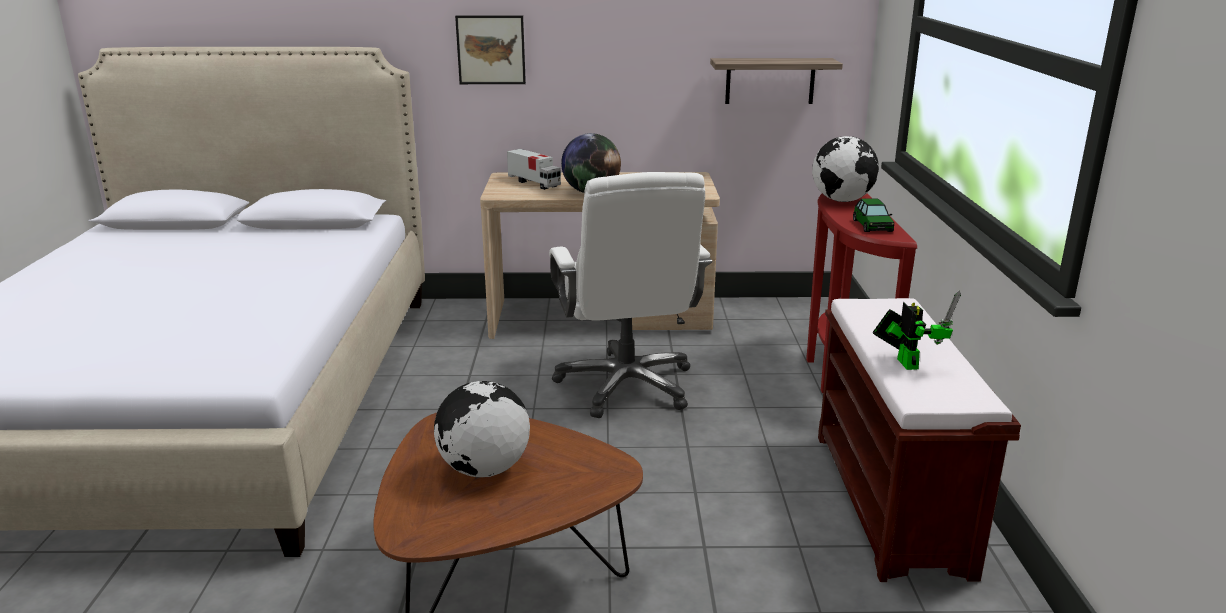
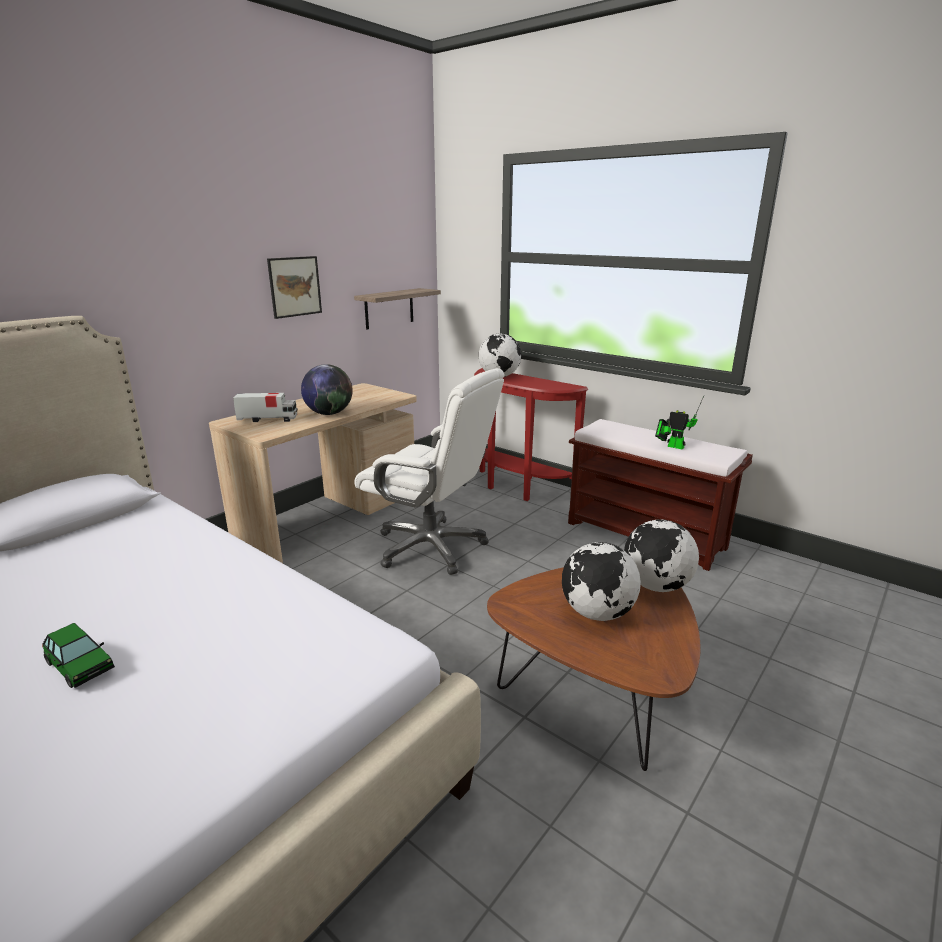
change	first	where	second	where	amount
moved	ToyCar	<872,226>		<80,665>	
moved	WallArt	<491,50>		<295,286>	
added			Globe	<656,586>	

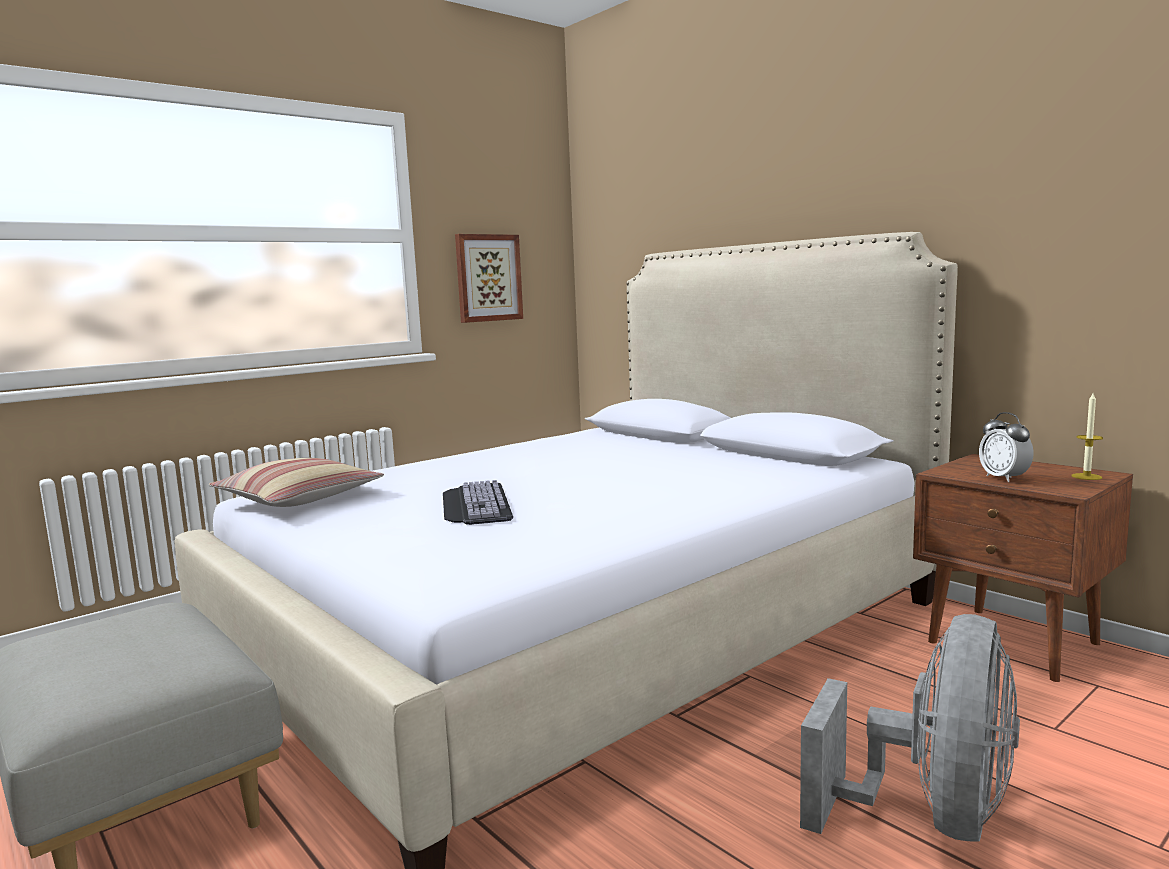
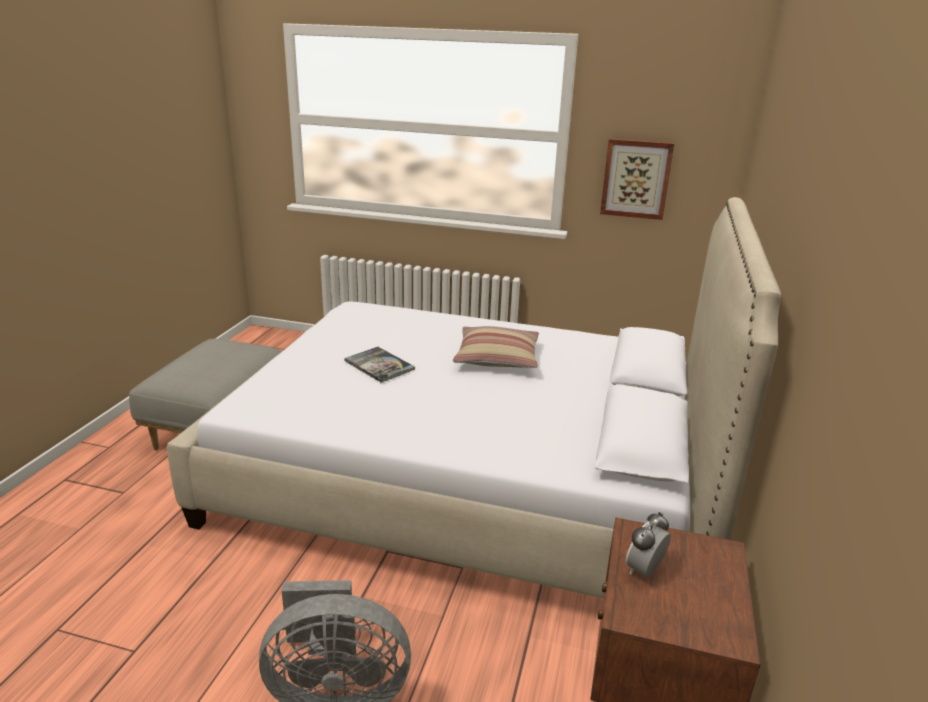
change	first	where	second	where	amount
replaced	PcKeyboard	<474,504>	BoundBook	<379,365>	
moved	ThrowPillow	<298,499>		<497,357>	
removed	Candle	<1086,476>			

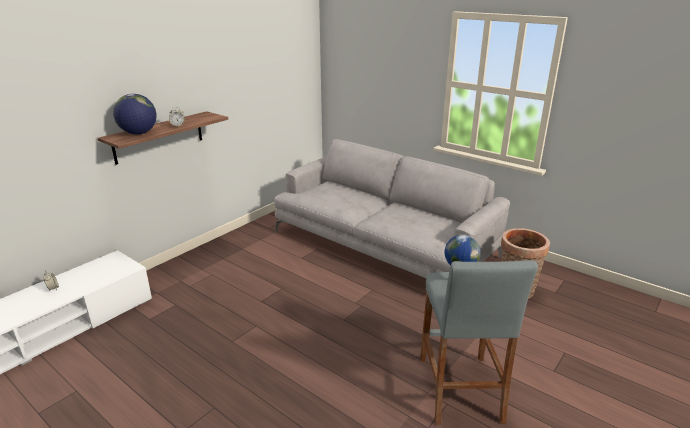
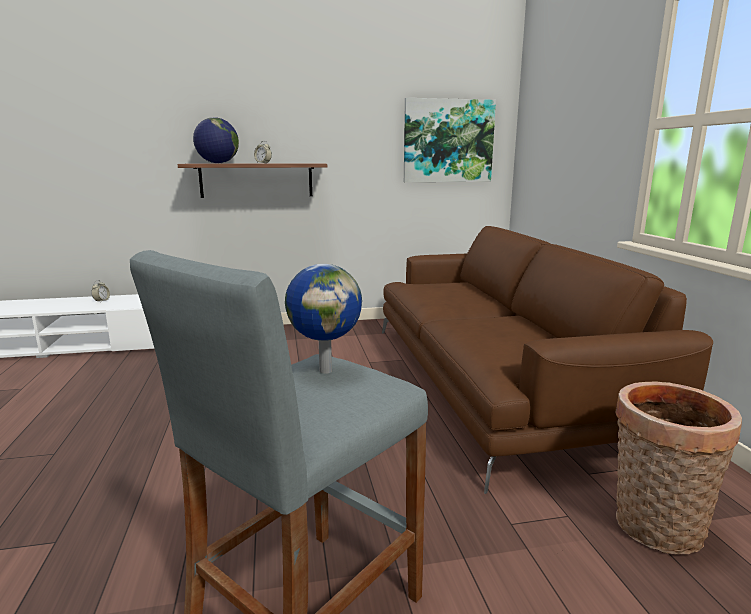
change	first	where	second	where	amount
recoloured	GreyishSettee	<383,244>	BrownishSettee	<495,381>	
added			WallArt	<448,141>	

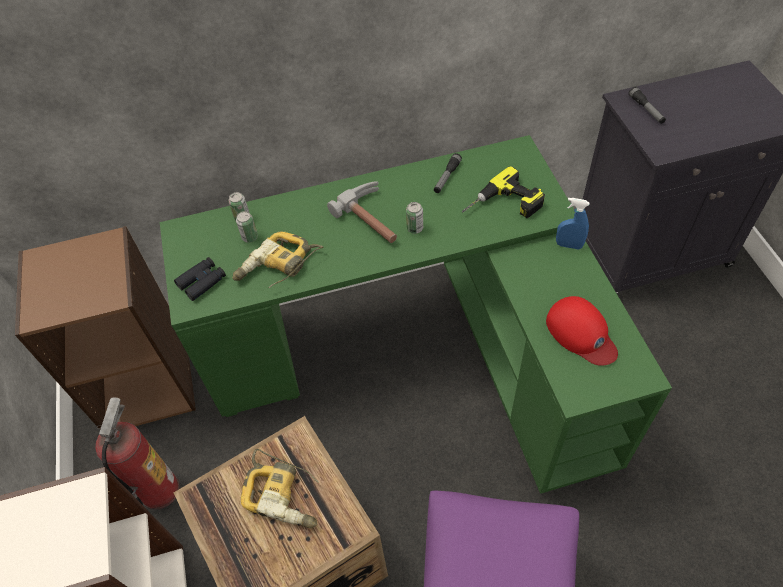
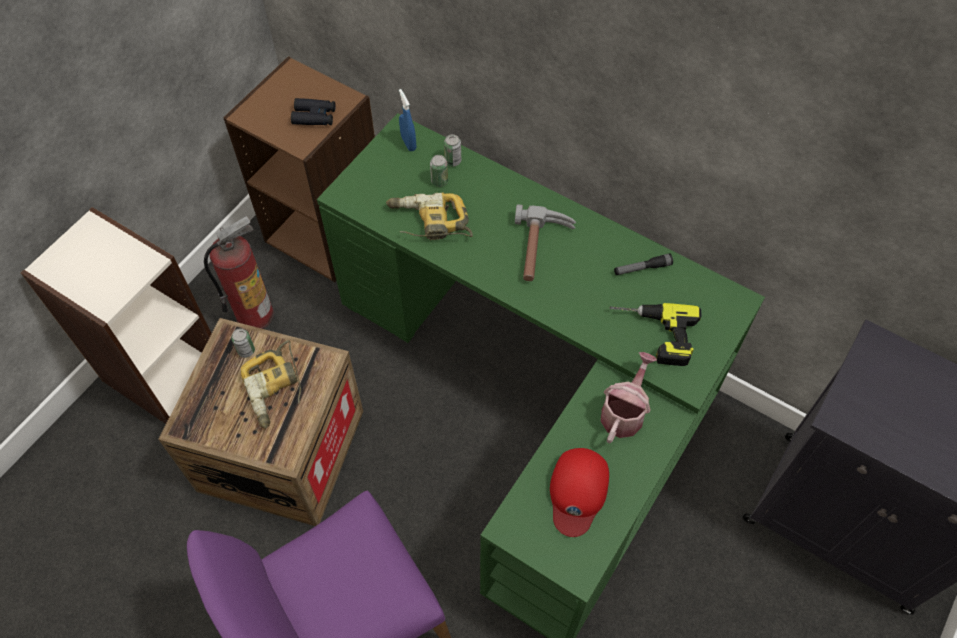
change	first	where	second	where	amount
moved	SealedCan	<415,228>		<246,351>	
moved	BlackishBinoculars	<202,282>		<314,116>	
moved	BlueSprayBottle	<569,245>		<408,143>	
added			WateringCan	<624,412>	
removed	HandTorch	<646,109>			

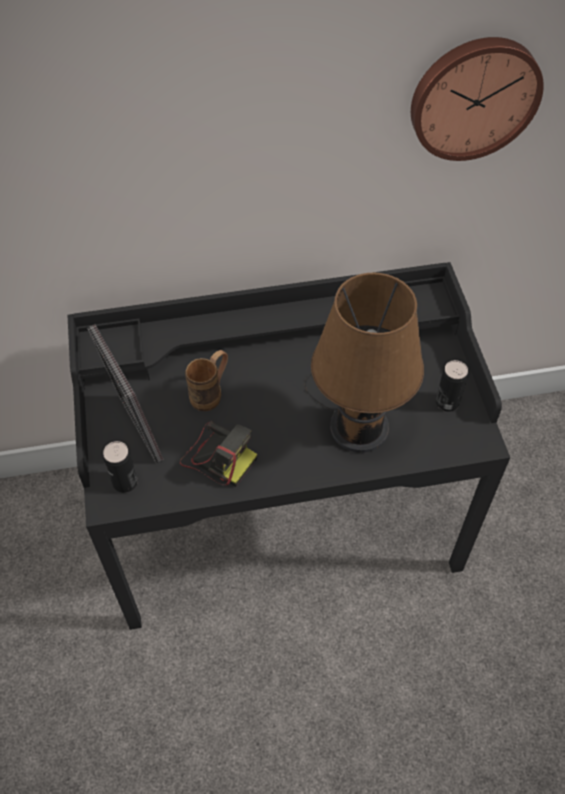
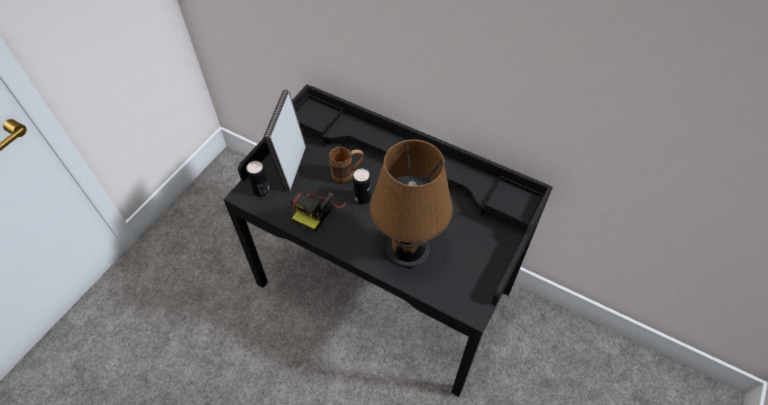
change	first	where	second	where	amount
turned	StillCamera	<218,456>		<317,210>	45 degrees clockwise
moved	SealedCan	<447,402>		<362,198>	
removed	ClockOnTheWall	<473,97>			

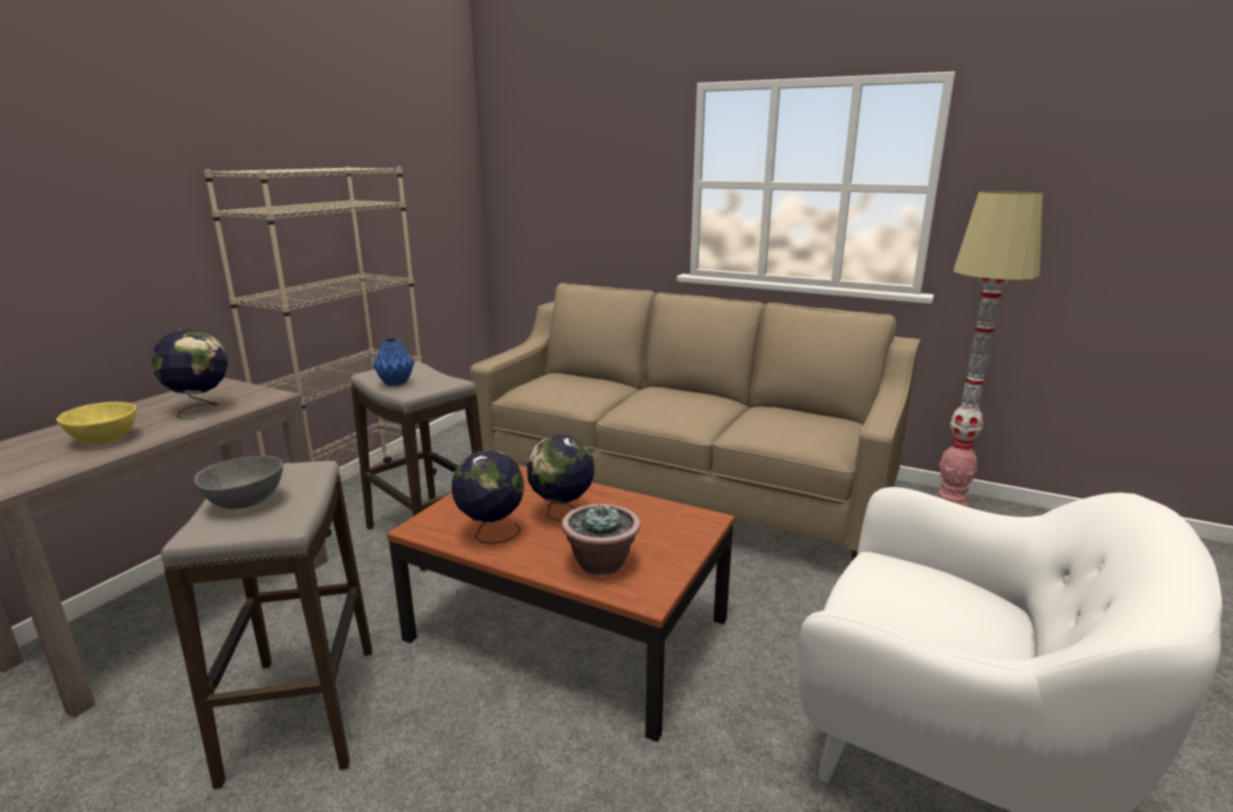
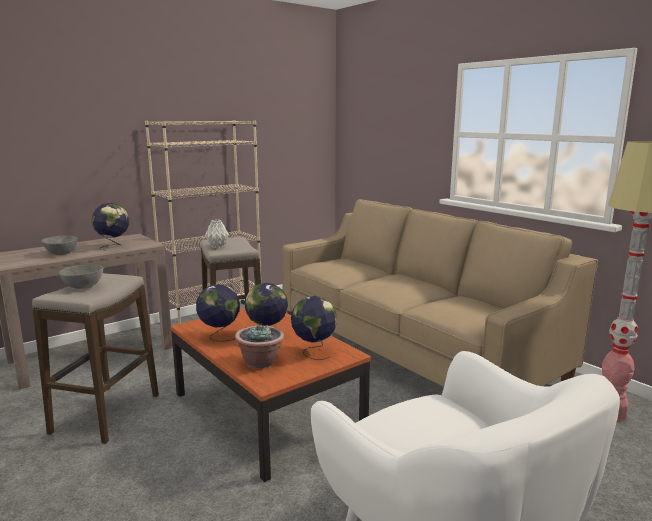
change	first	where	second	where	amount
recoloured	YellowColouredServingBowl	<104,439>	GreyishServingBowl	<61,253>	
recoloured	BlueVase	<395,383>	GreyishVase	<217,246>	
added			Globe	<314,352>	

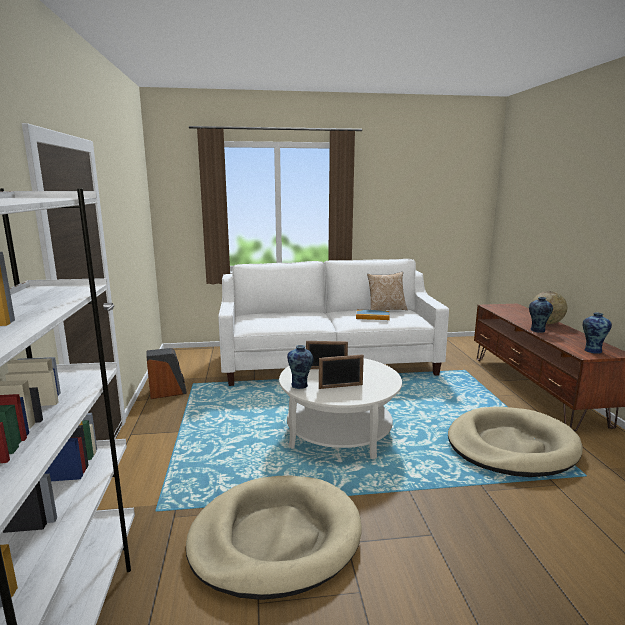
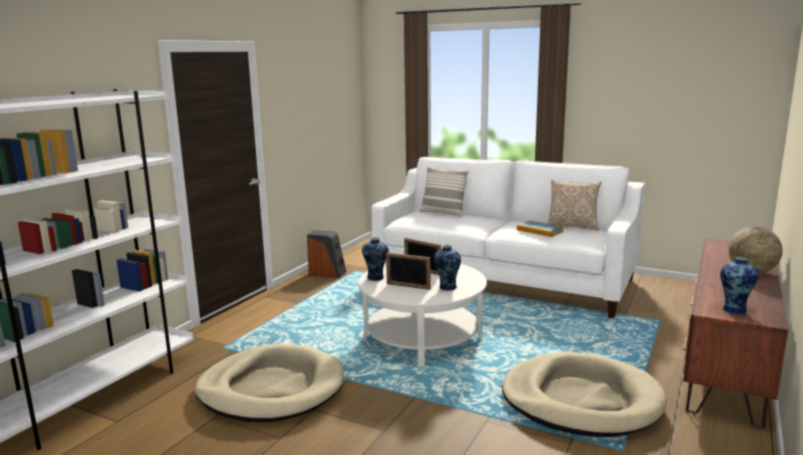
change	first	where	second	where	amount
added			ThrowPillow	<443,213>	
moved	Vase	<537,330>		<447,287>	

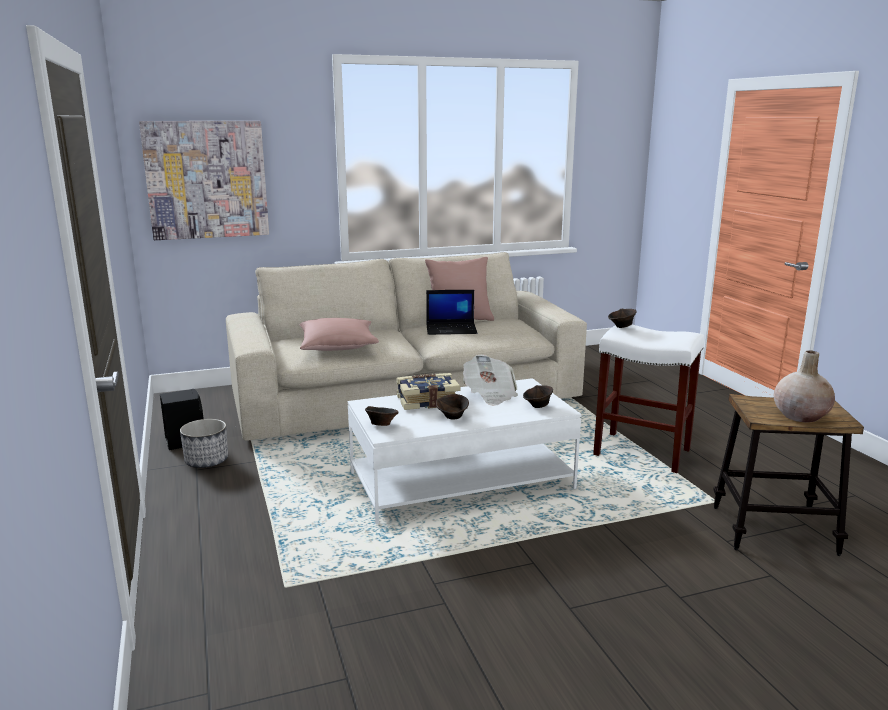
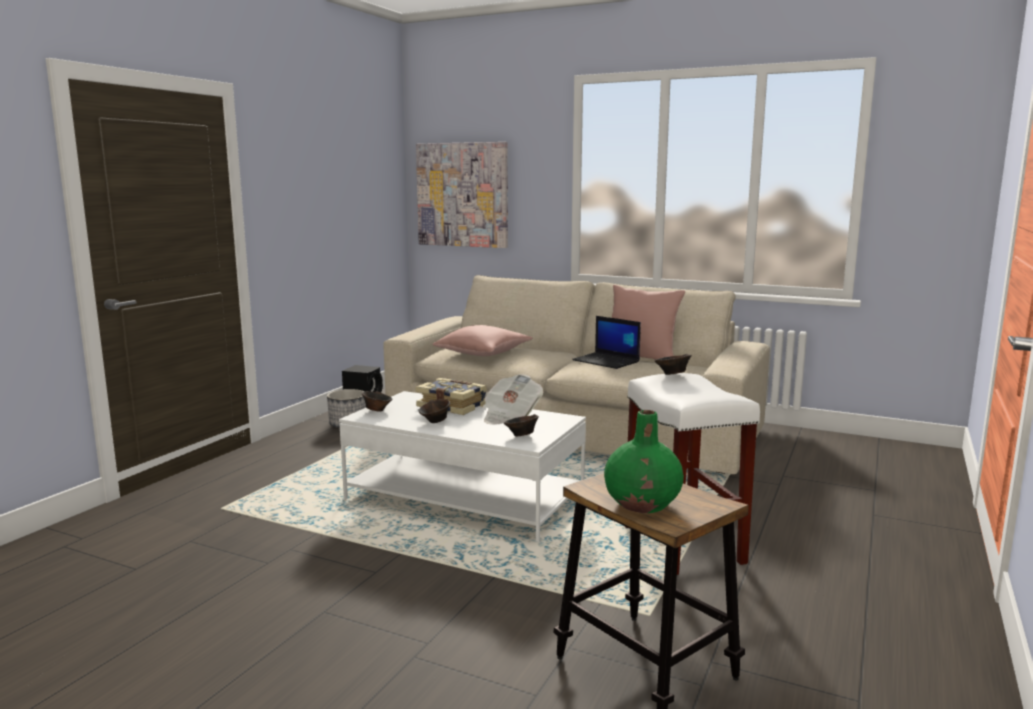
change	first	where	second	where	amount
recoloured	BeigeVase	<800,416>	GreenVase	<643,503>	

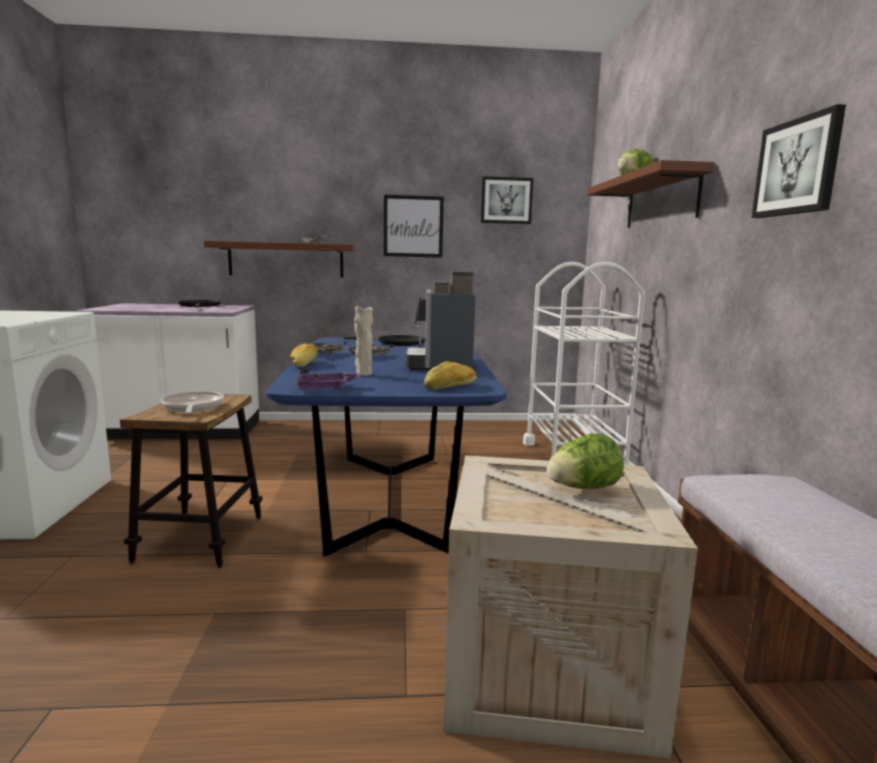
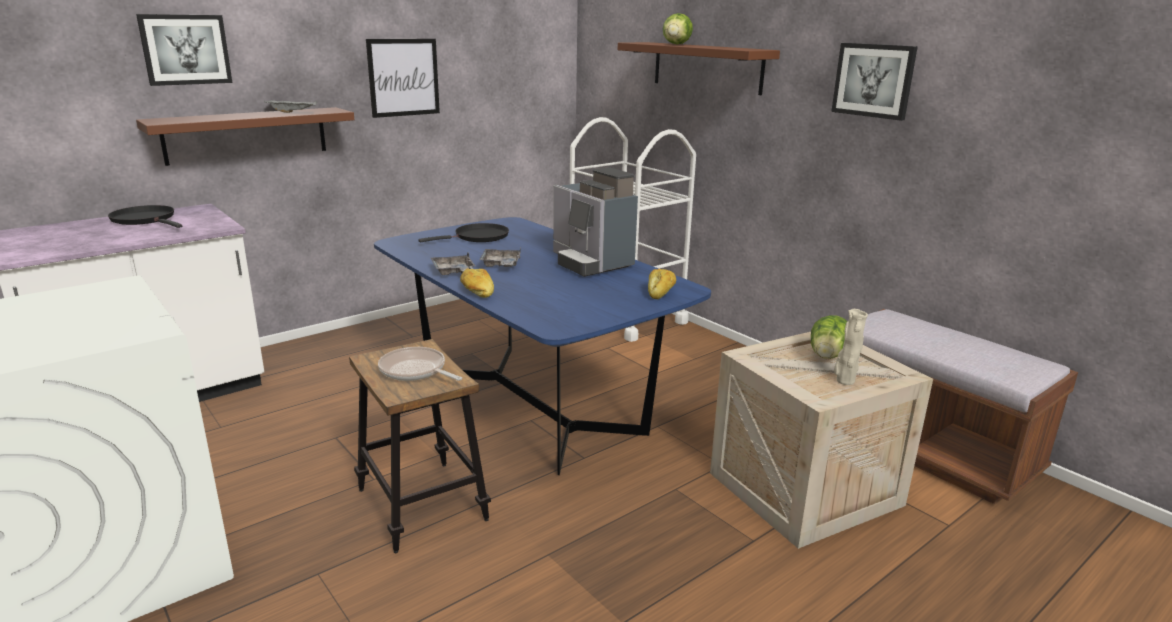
change	first	where	second	where	amount
moved	WallArt	<506,200>		<185,49>	
moved	BeigeVase	<363,374>		<844,381>	
removed	PurplishTray	<325,389>			

